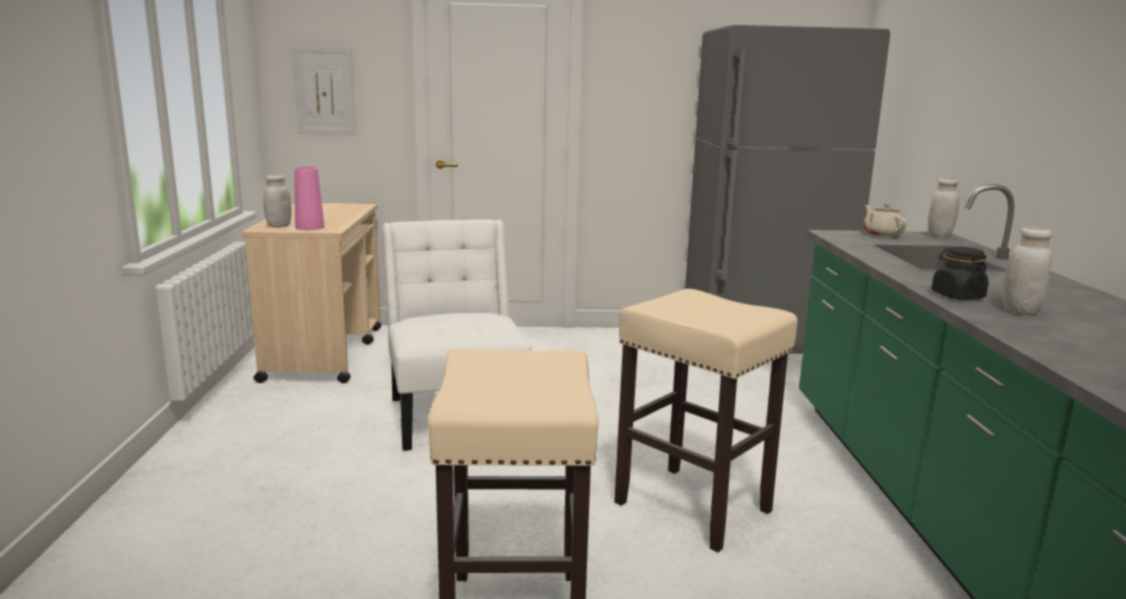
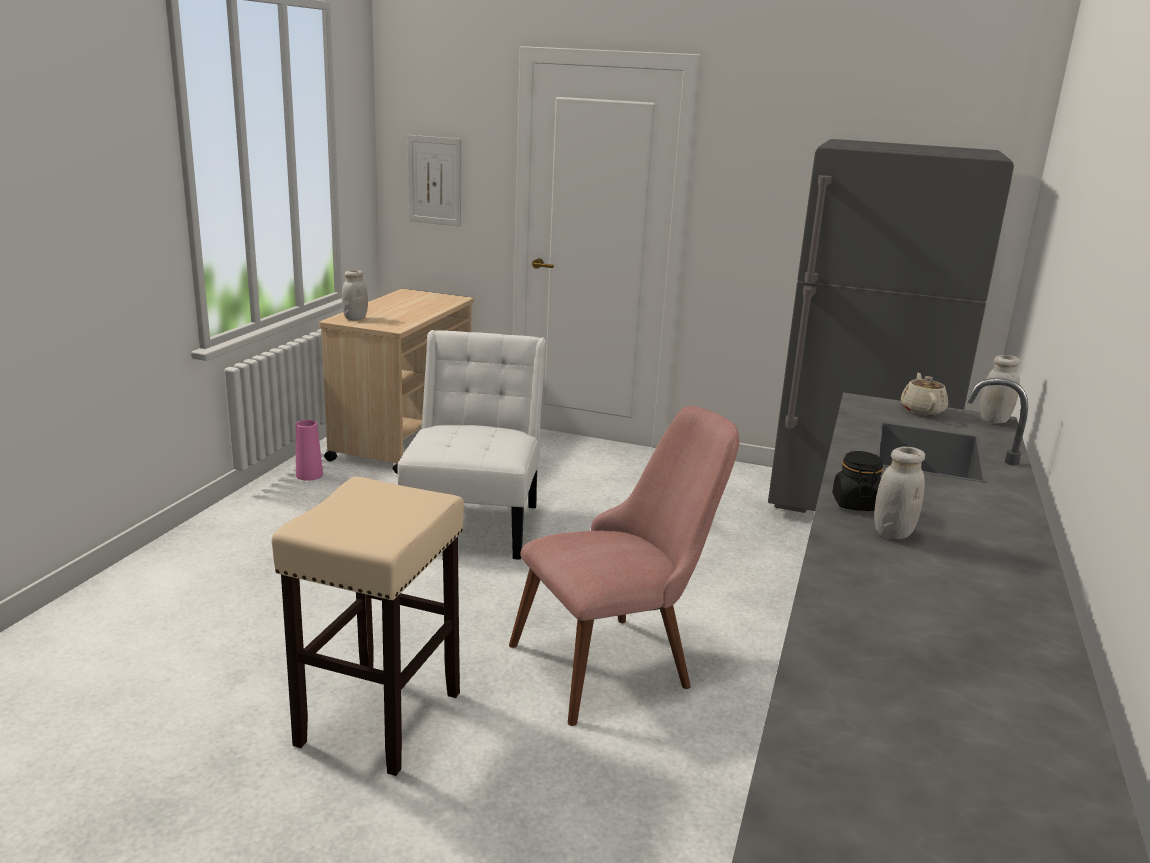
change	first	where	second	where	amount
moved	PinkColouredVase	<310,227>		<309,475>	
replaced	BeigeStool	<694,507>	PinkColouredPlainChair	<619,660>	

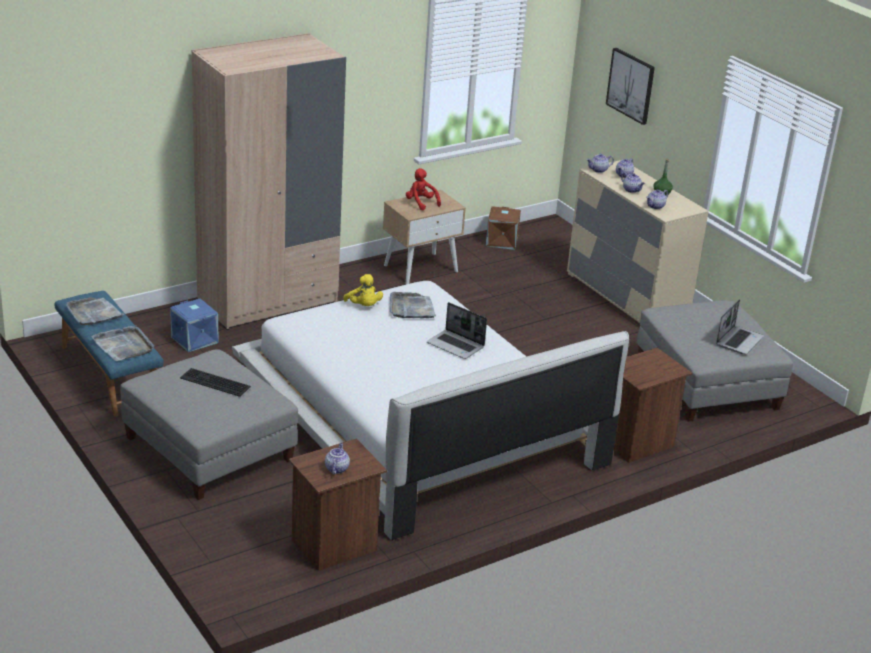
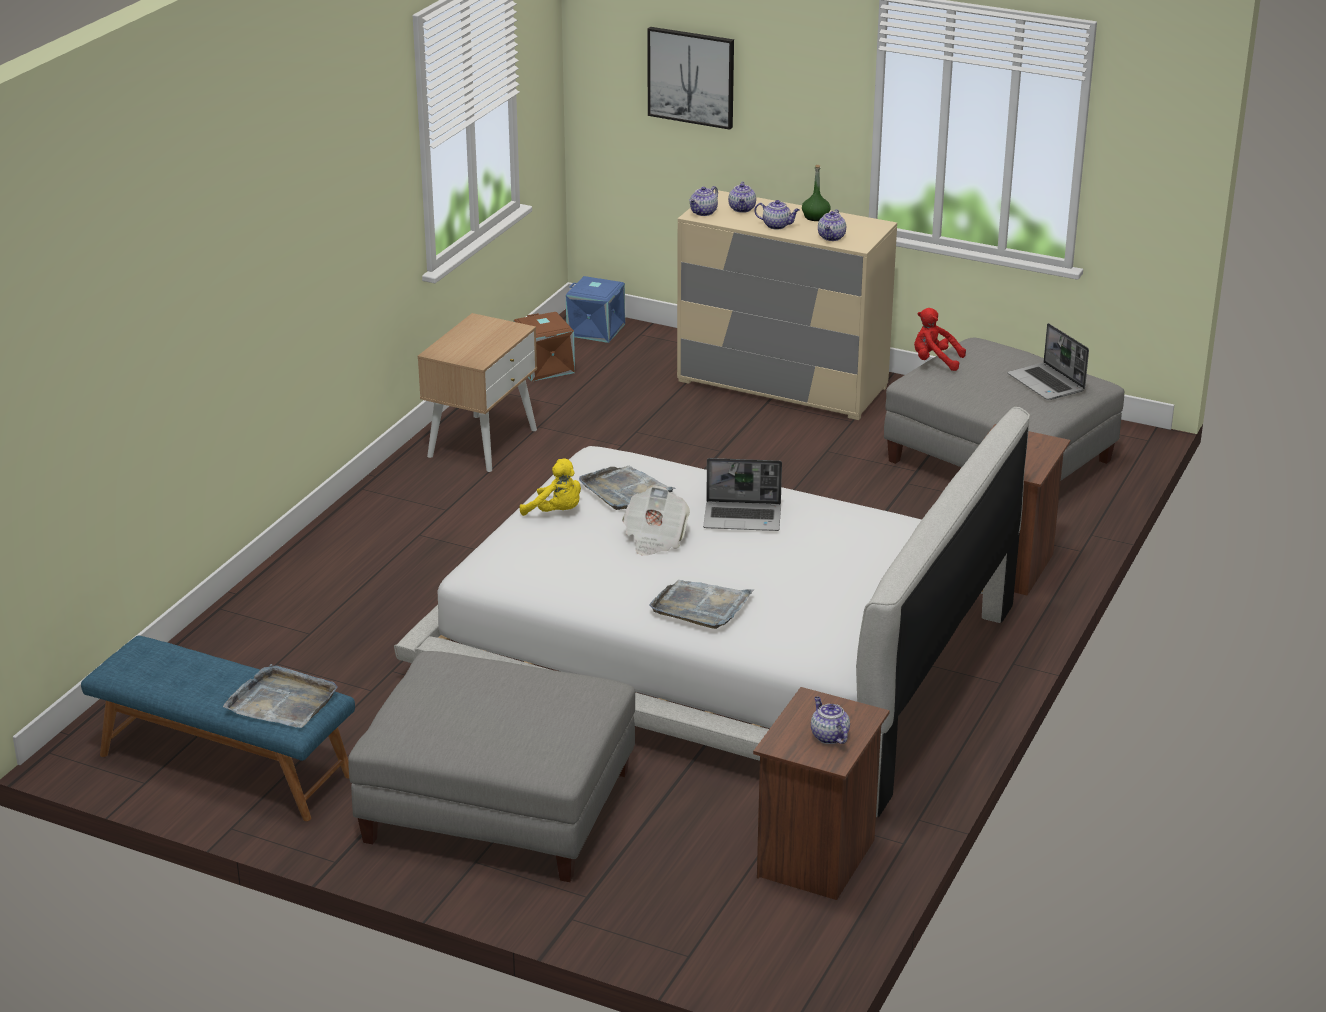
change	first	where	second	where	amount
moved	BlueStorageBin	<195,339>		<596,329>	
added			Newspaper	<655,538>	
moved	GreyishTray	<93,313>		<701,606>	
moved	ReddishCuddlyToy	<421,203>		<934,361>	
turned	PortableComputer	<739,341>		<1047,383>	150 degrees clockwise
removed	PcKeyboard	<213,383>			
removed	BeigeArmoire	<268,300>			

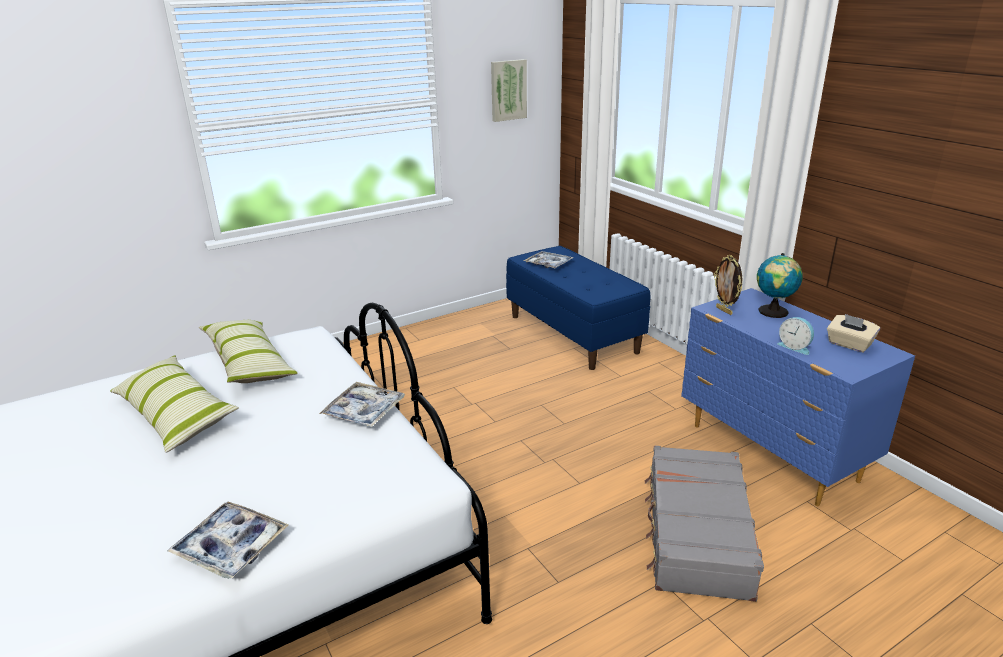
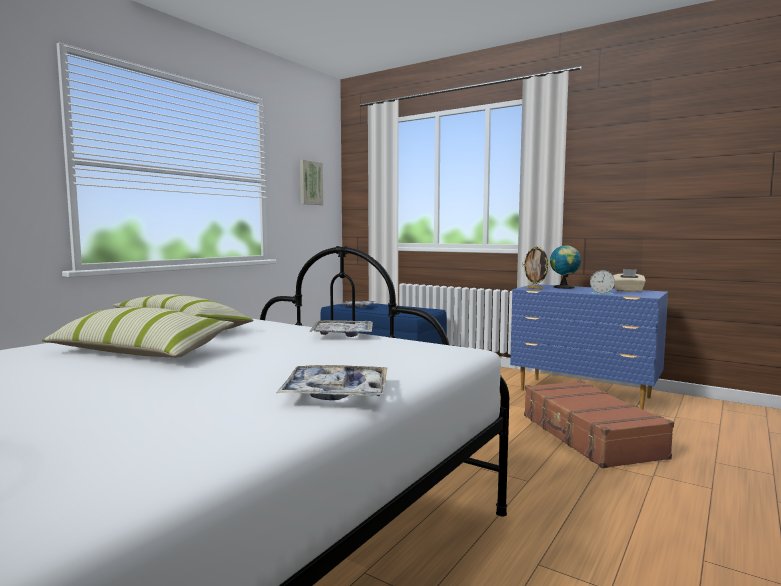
change	first	where	second	where	amount
recoloured	GreyishTravelCase	<696,533>	BrownishTravelCase	<589,436>	

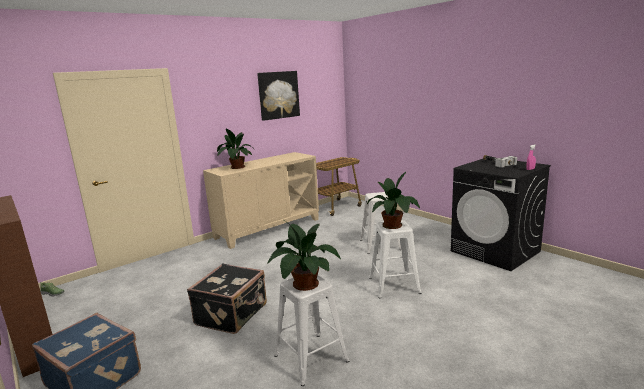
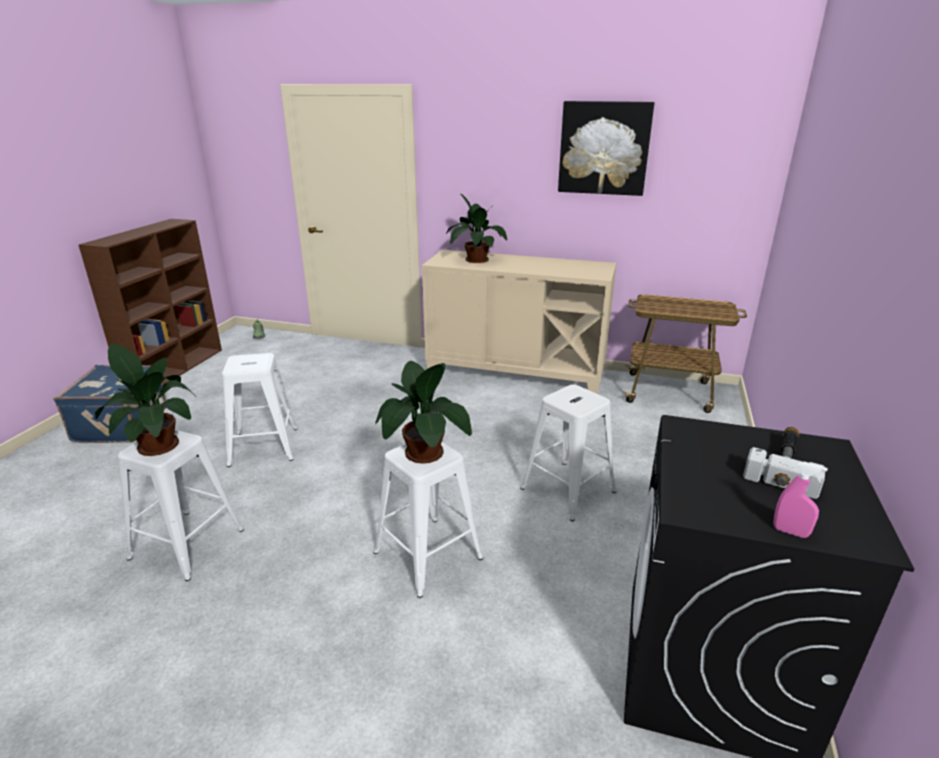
change	first	where	second	where	amount
replaced	BlackishTravelCase	<232,314>	WhiteColouredStool	<264,446>	

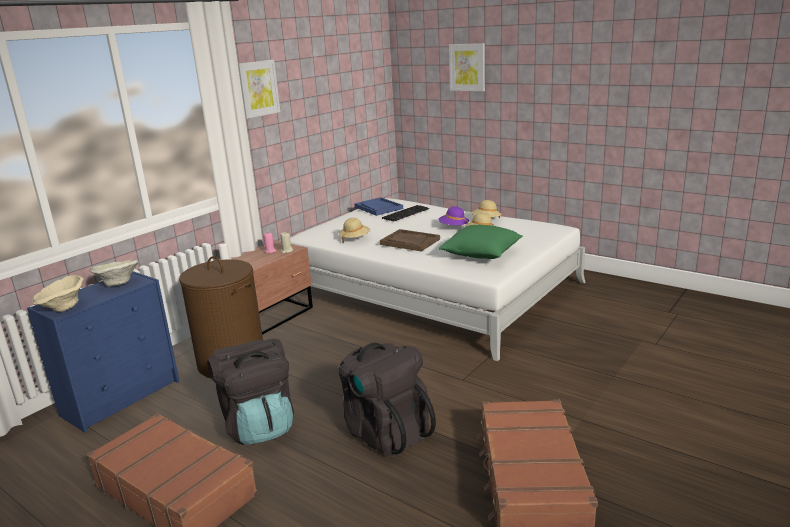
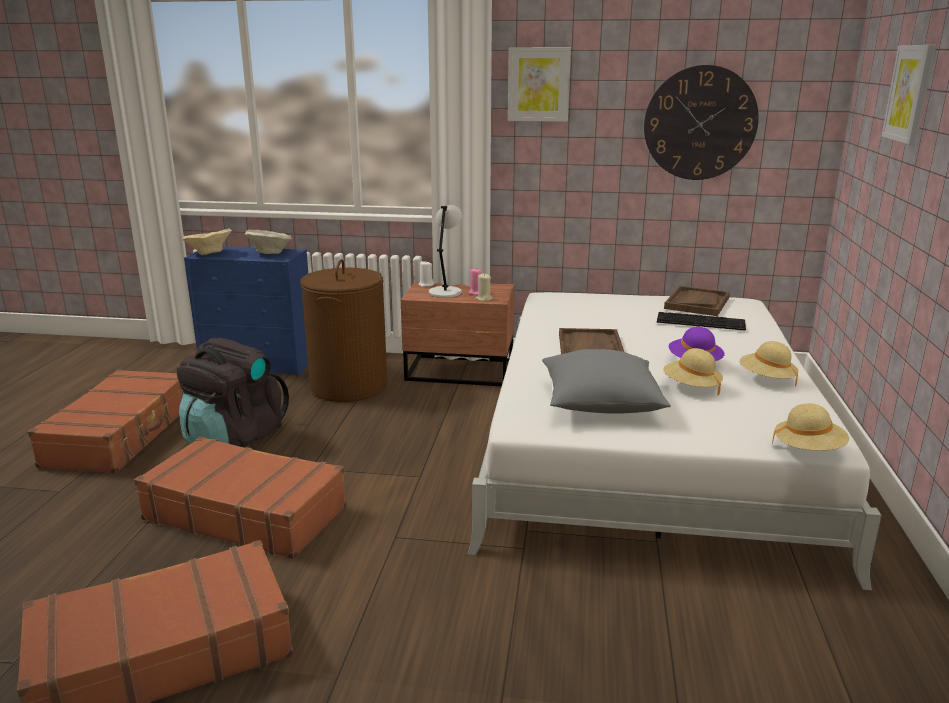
change	first	where	second	where	amount
replaced	BlackishKnapsack	<385,432>	BrownishTravelCase	<246,512>	
added			GreyishLampForATable	<445,292>	
recoloured	GreenThrowPillow	<482,255>	GreyishThrowPillow	<600,404>	
added			ClockOnTheWall	<700,123>	
recoloured	BlueTray	<378,208>	BrownishTray	<697,303>	
moved	BeigeHat	<354,239>		<808,449>	

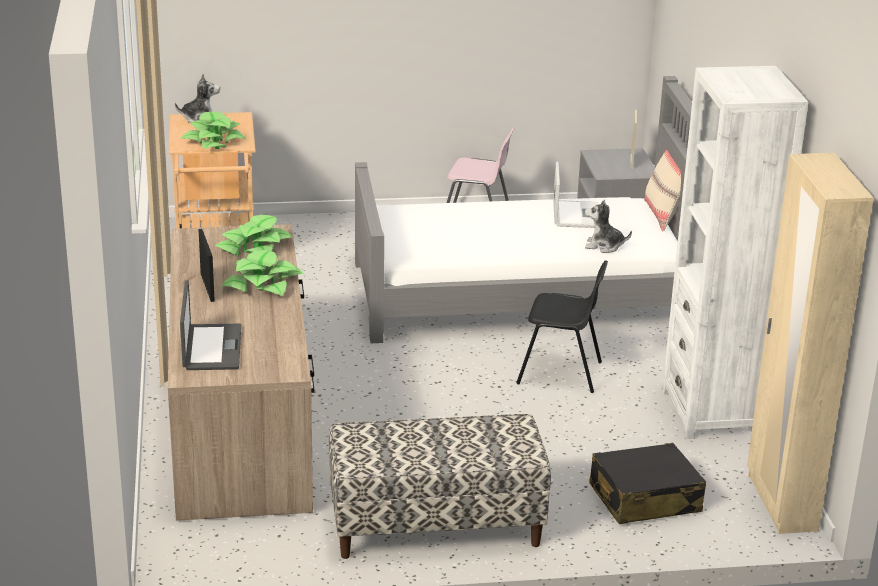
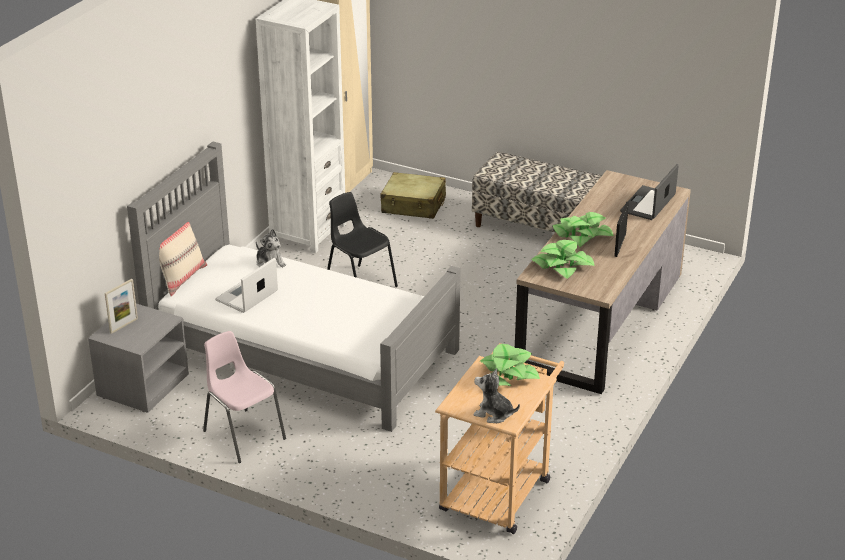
change	first	where	second	where	amount
recoloured	BlackishTravelCase	<644,499>	BeigeTravelCase	<413,205>	

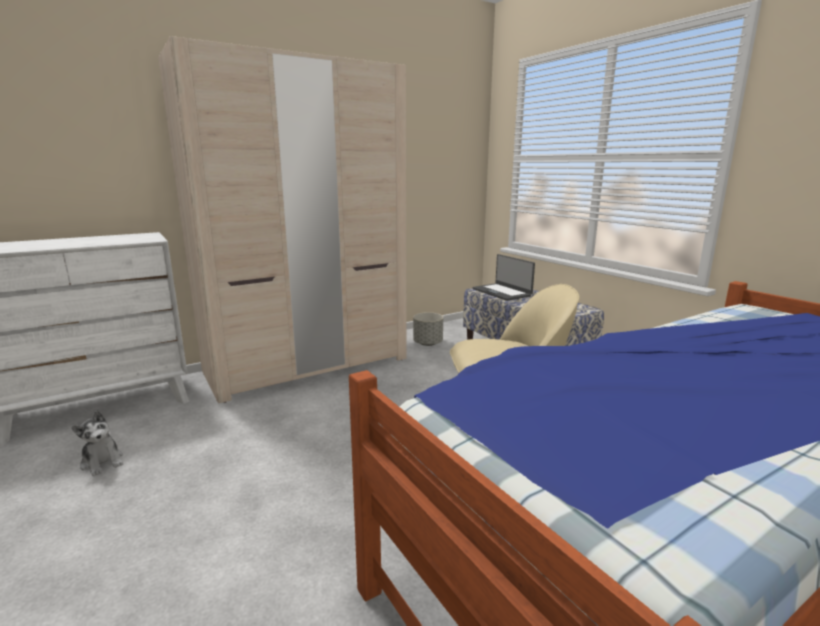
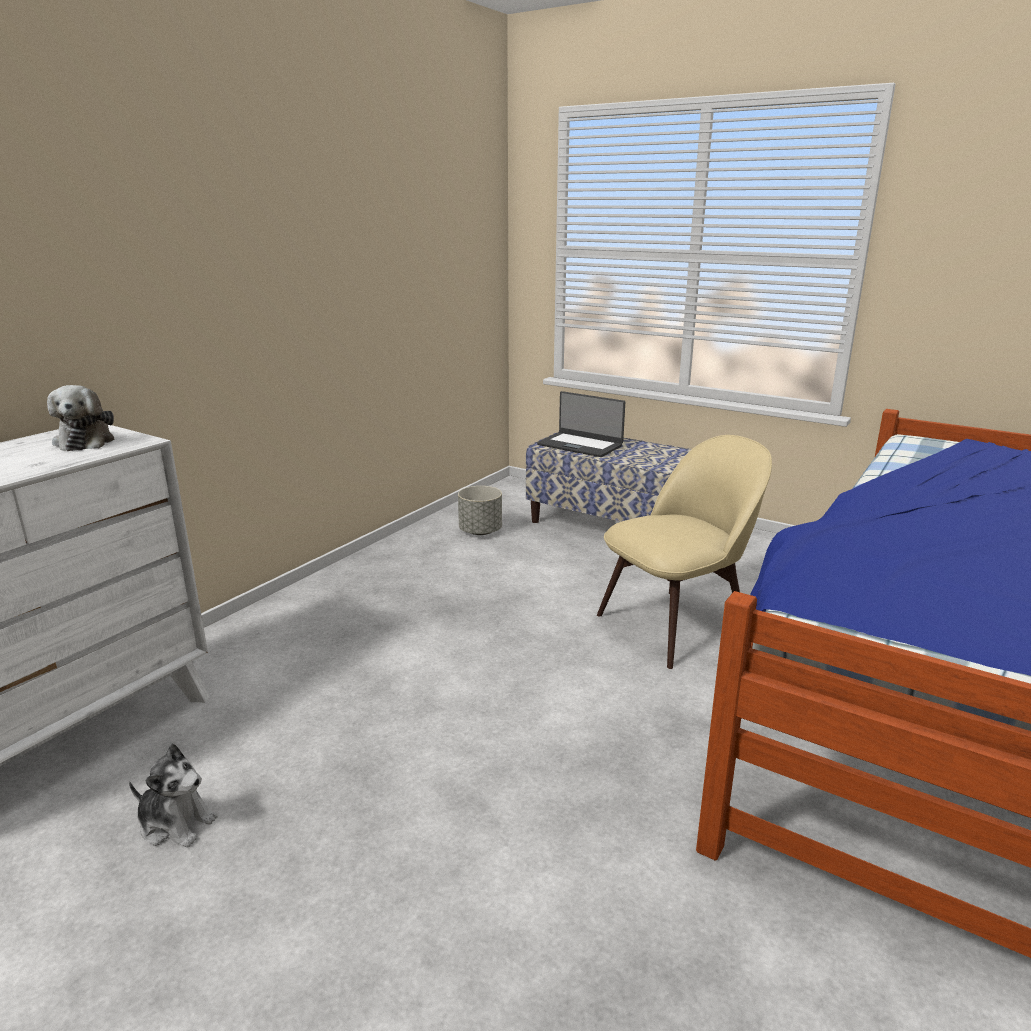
change	first	where	second	where	amount
added			CuddlyToy	<86,441>	
removed	BeigeArmoire	<307,365>			

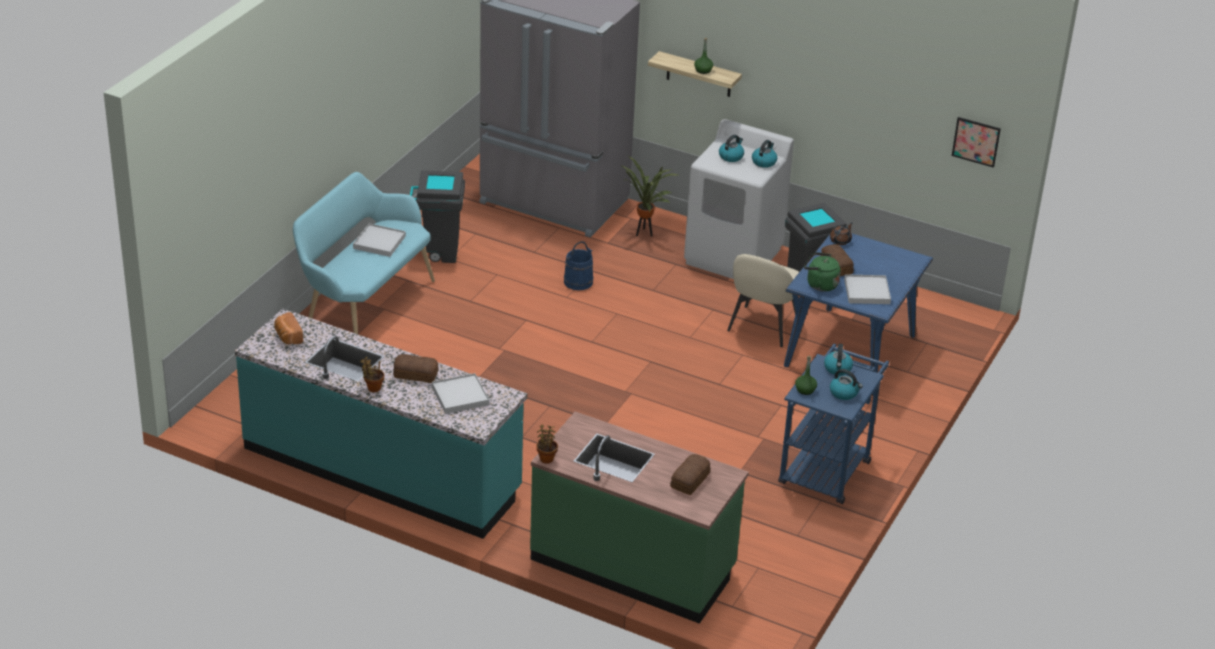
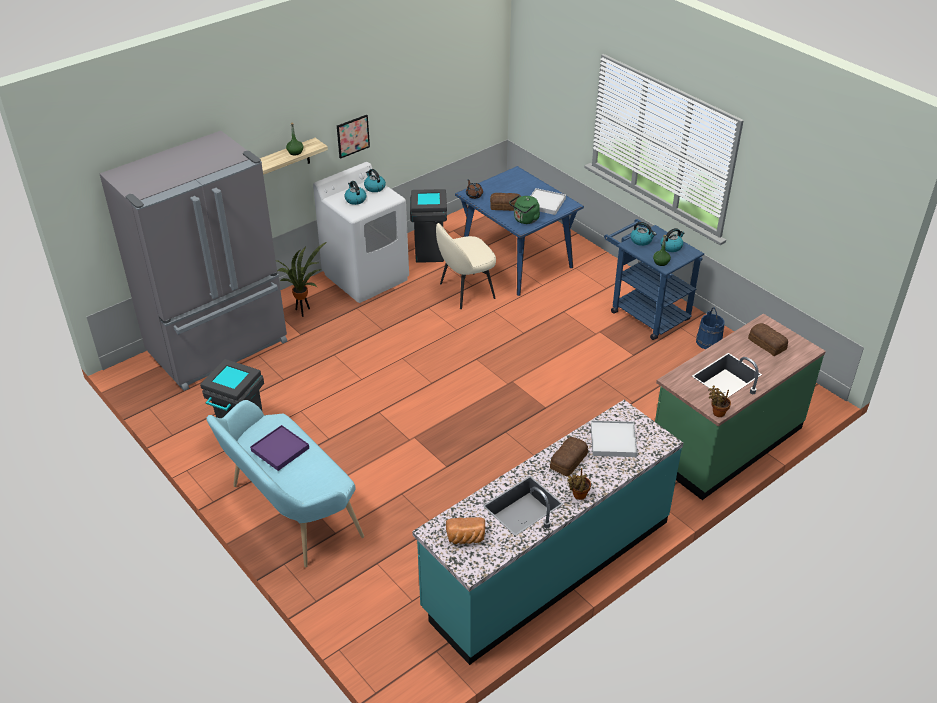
change	first	where	second	where	amount
recoloured	WhiteColouredTray	<379,242>	PurplishTray	<280,450>	
moved	WallArt	<976,141>		<353,136>	
turned	BeigePlainChair	<762,327>		<465,291>	105 degrees clockwise
moved	BlueWaterBucket	<578,281>		<708,341>	

